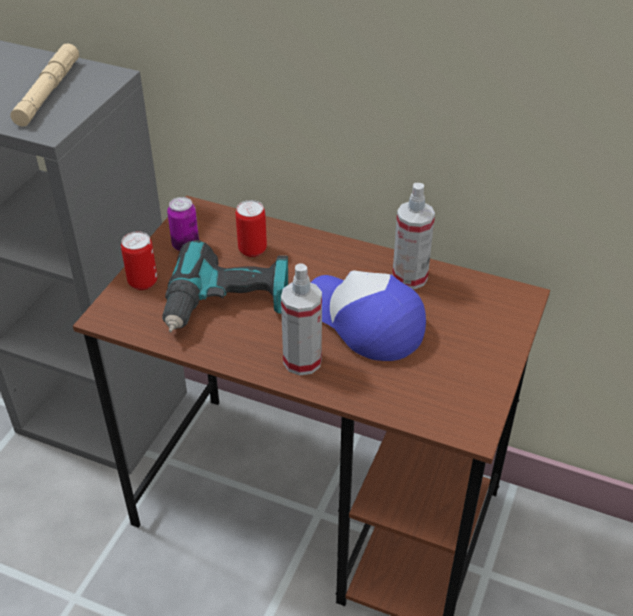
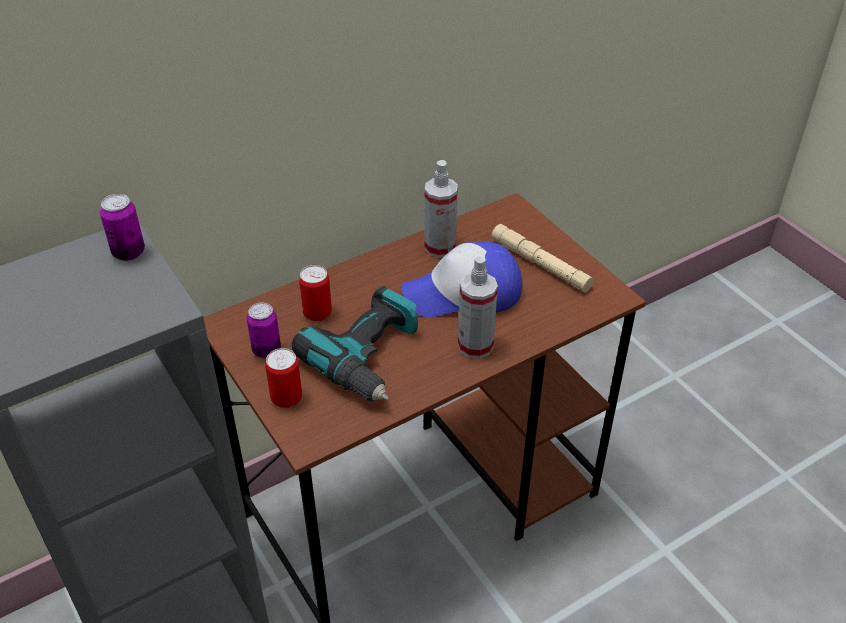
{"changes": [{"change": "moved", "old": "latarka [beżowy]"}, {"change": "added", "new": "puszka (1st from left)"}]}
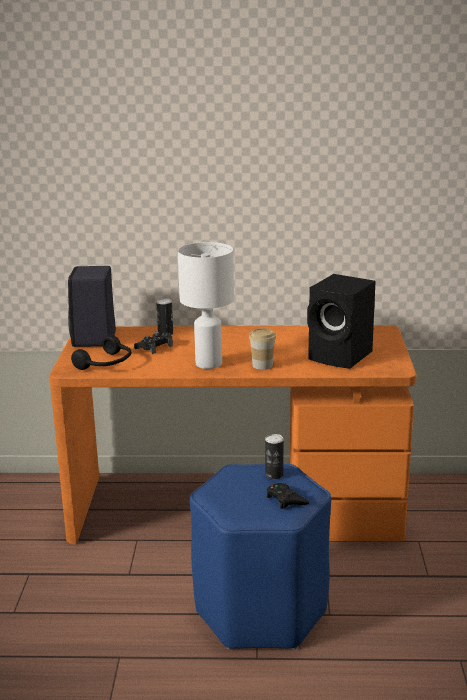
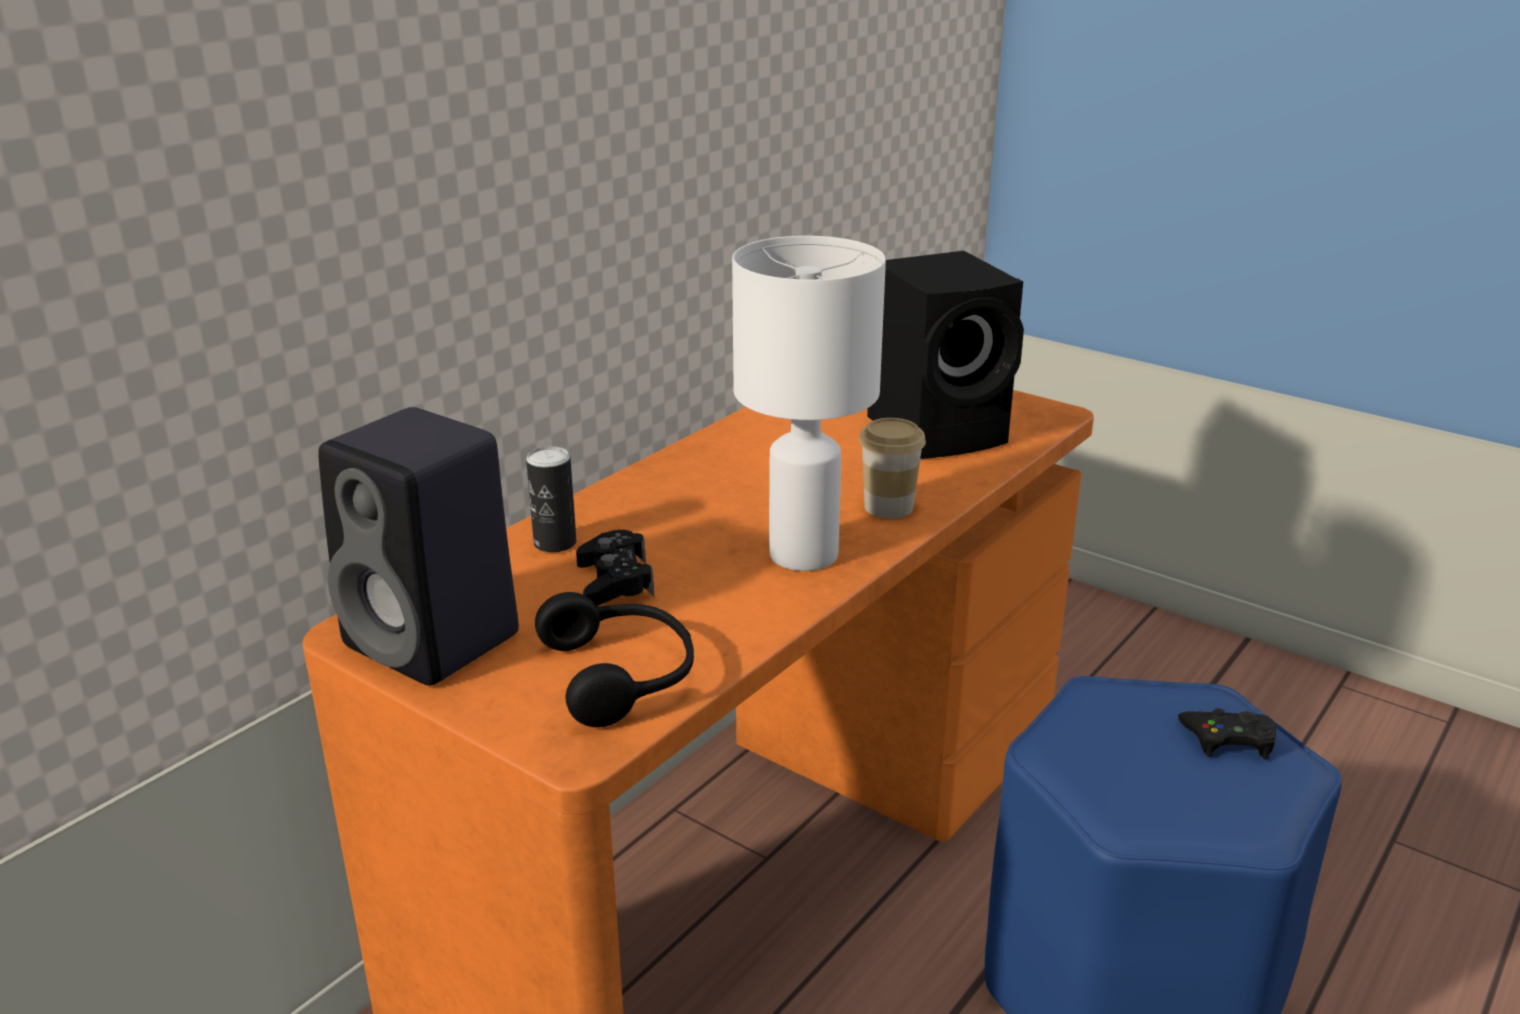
{"changes": [{"change": "removed", "old": "puszka (2nd from left)"}]}
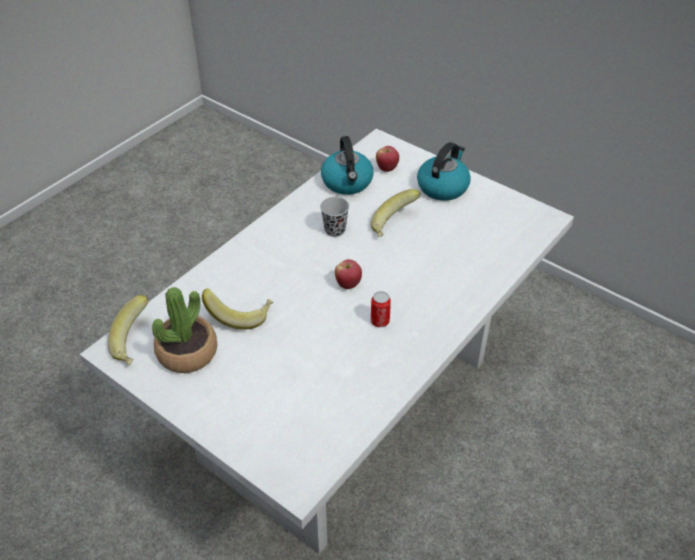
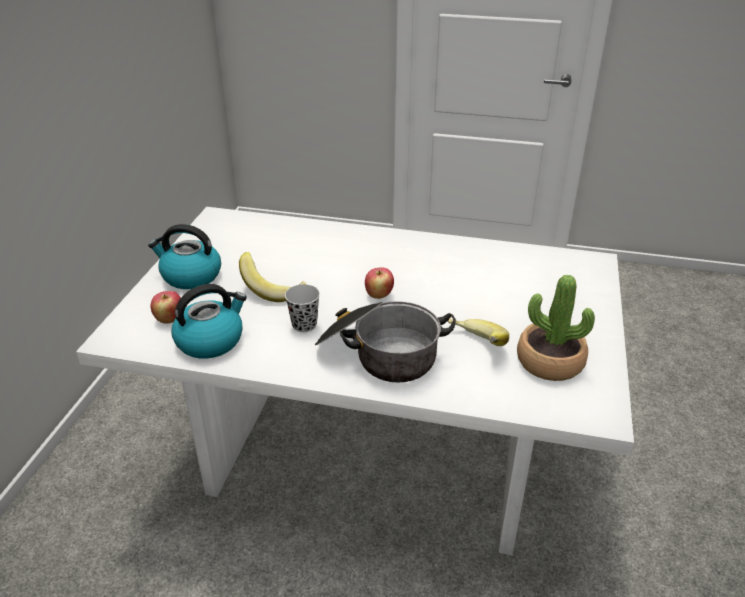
{"changes": [{"change": "removed", "old": "banan (1st from left)"}, {"change": "removed", "old": "puszka"}, {"change": "added", "new": "garnek"}]}
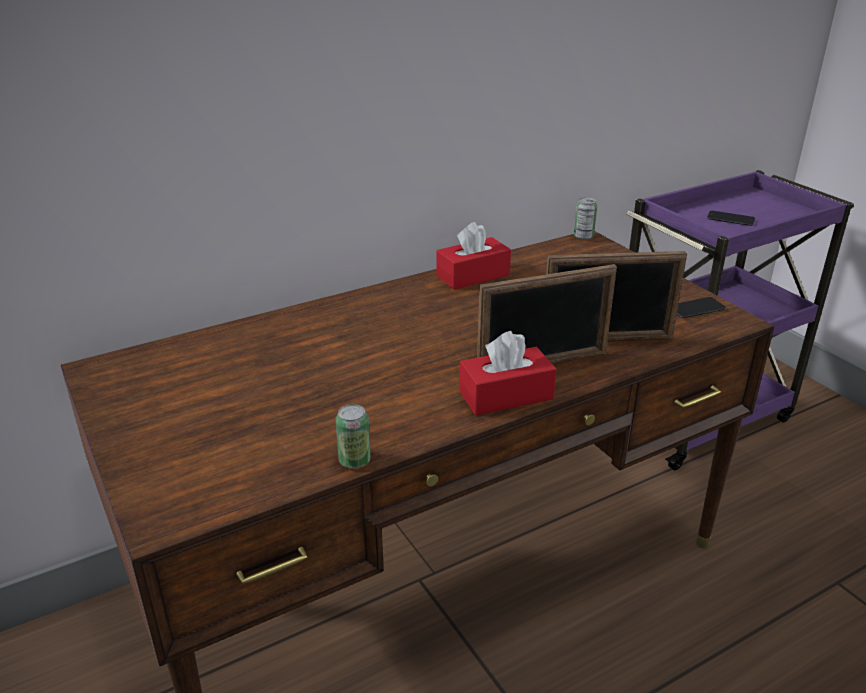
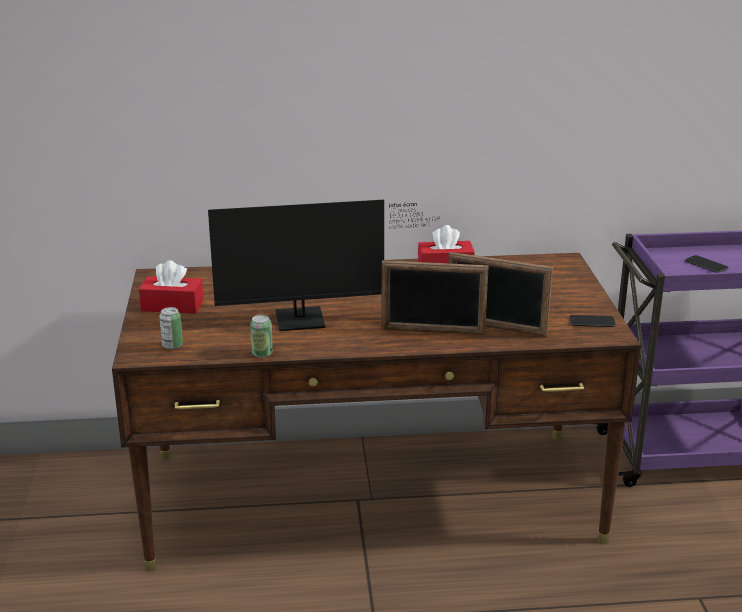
{"changes": [{"change": "moved", "old": "pudełko chusteczek [czerwony] (2nd from left in the first image)", "new": "pudełko chusteczek [czerwony] (1st from left)"}, {"change": "moved", "old": "puszka (2nd from left in the first image)", "new": "puszka (1st from left)"}, {"change": "added", "new": "monitor"}]}
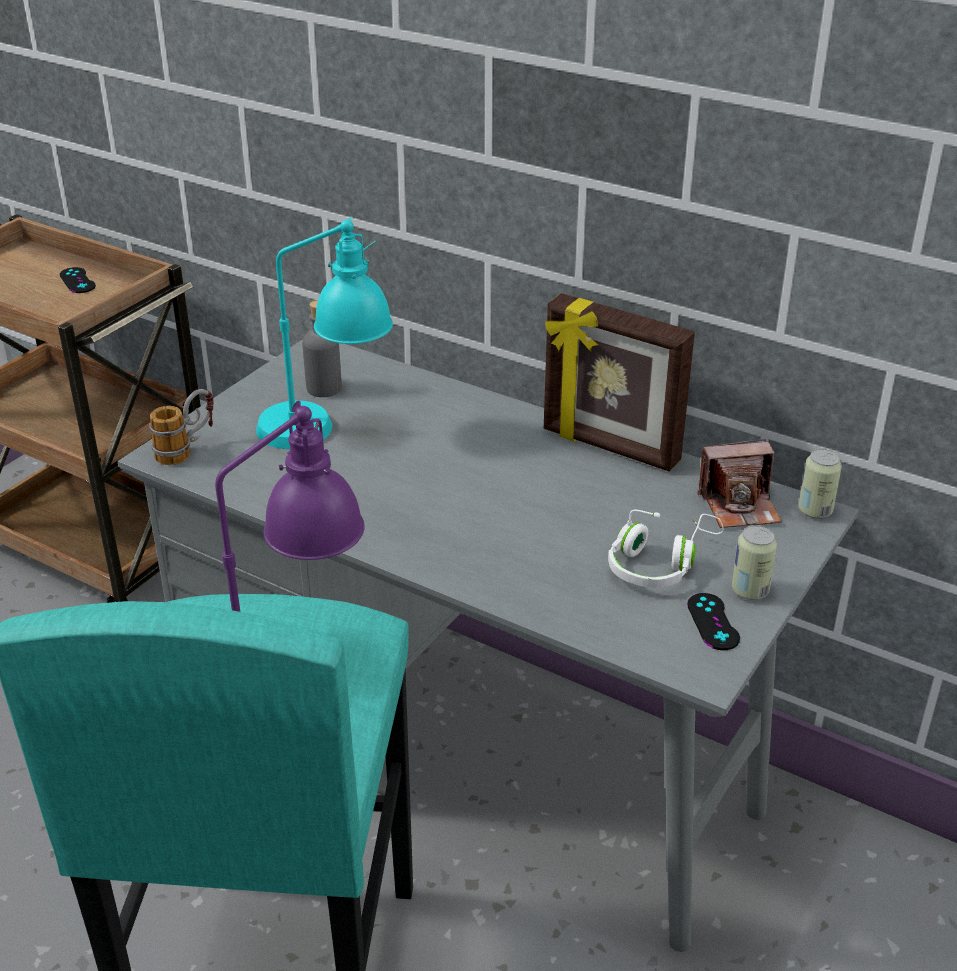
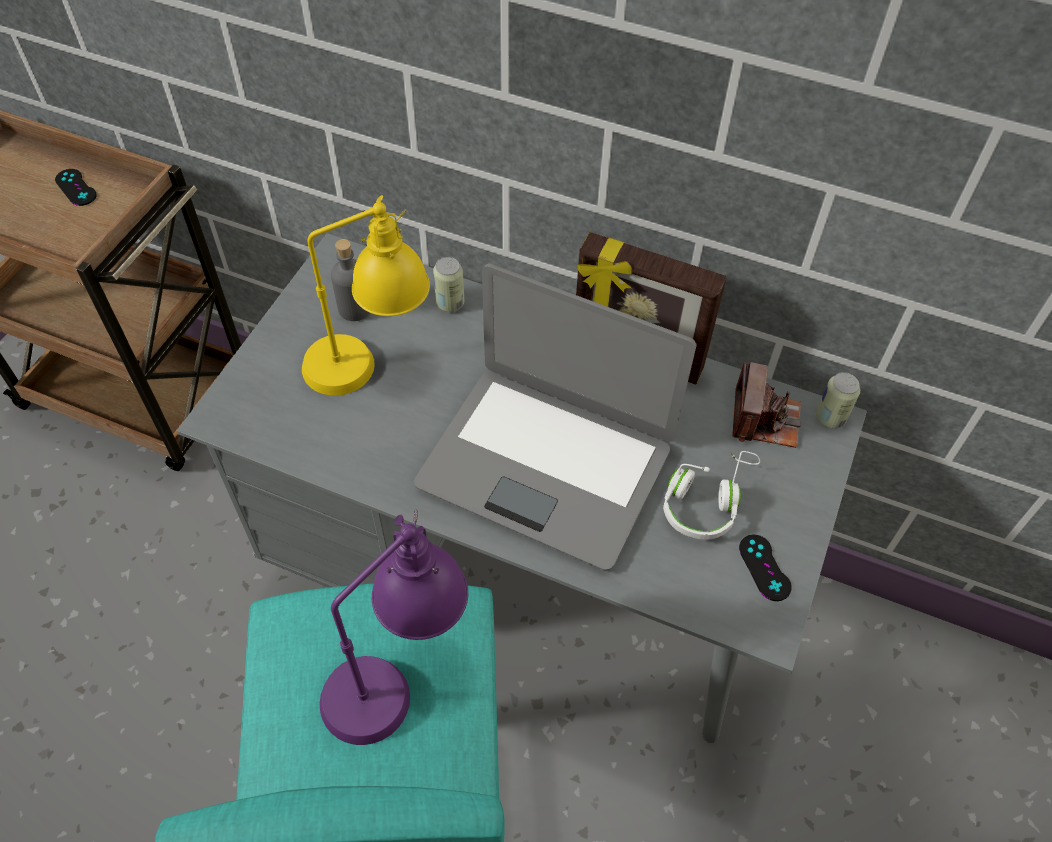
{"changes": [{"change": "removed", "old": "kubek"}, {"change": "recoloured", "old": "lampa stołowa [turkusowy]", "new": "lampa stołowa [żółty]"}, {"change": "turned", "old": "aparat fotograficzny", "degrees": -60}, {"change": "moved", "old": "puszka (1st from left)"}, {"change": "added", "new": "laptop"}]}
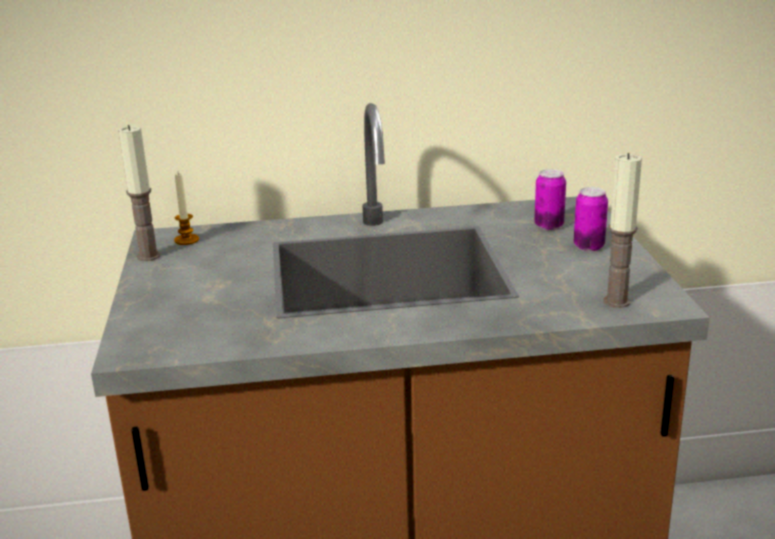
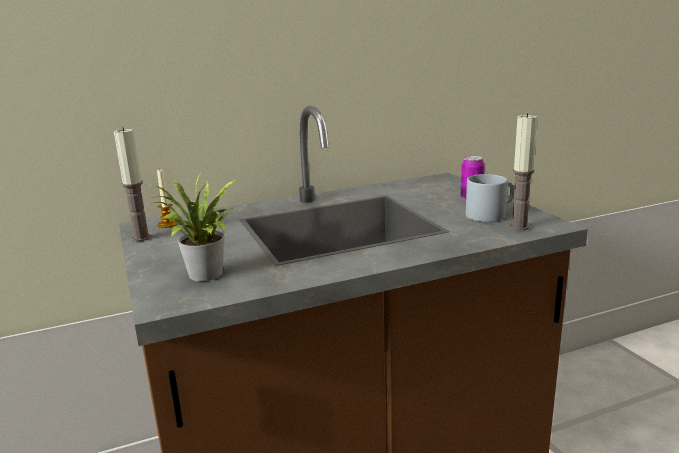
{"changes": [{"change": "removed", "old": "puszka (1st from left)"}, {"change": "added", "new": "roślina doniczkowa"}, {"change": "added", "new": "kubek [szary]"}]}
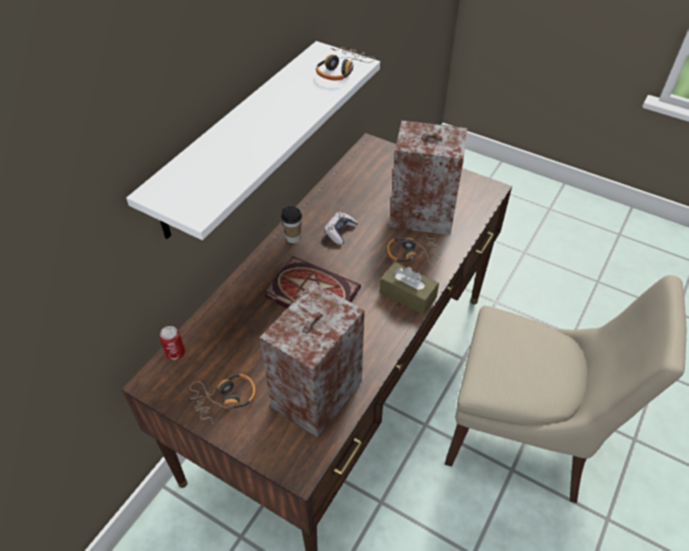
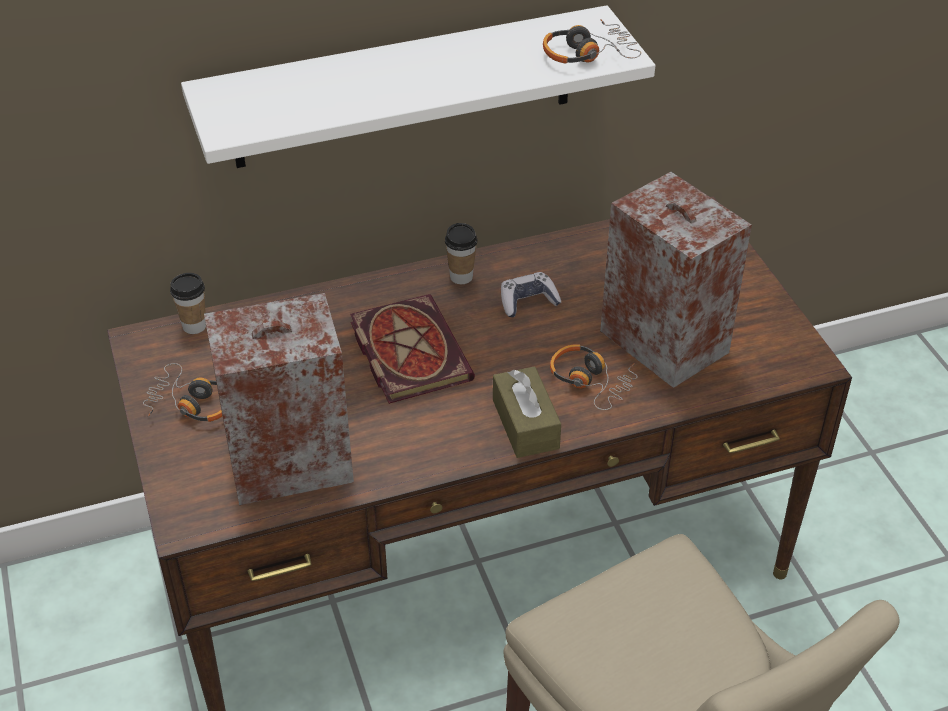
{"changes": [{"change": "replaced", "old": "puszka", "new": "filiżanka (1st from left)"}]}
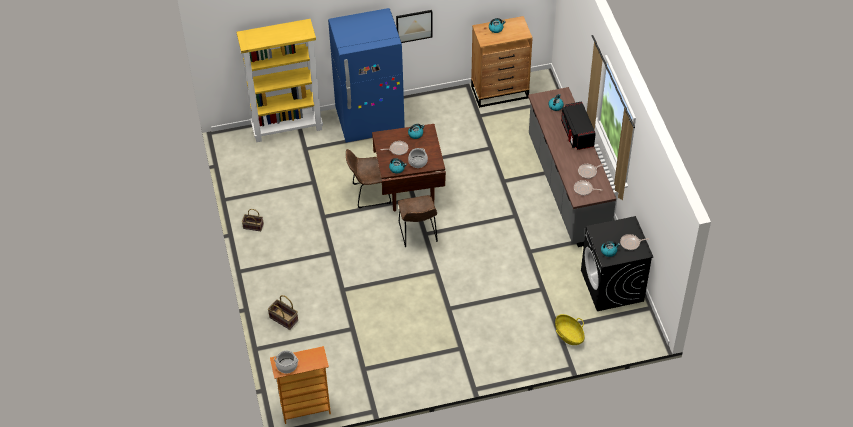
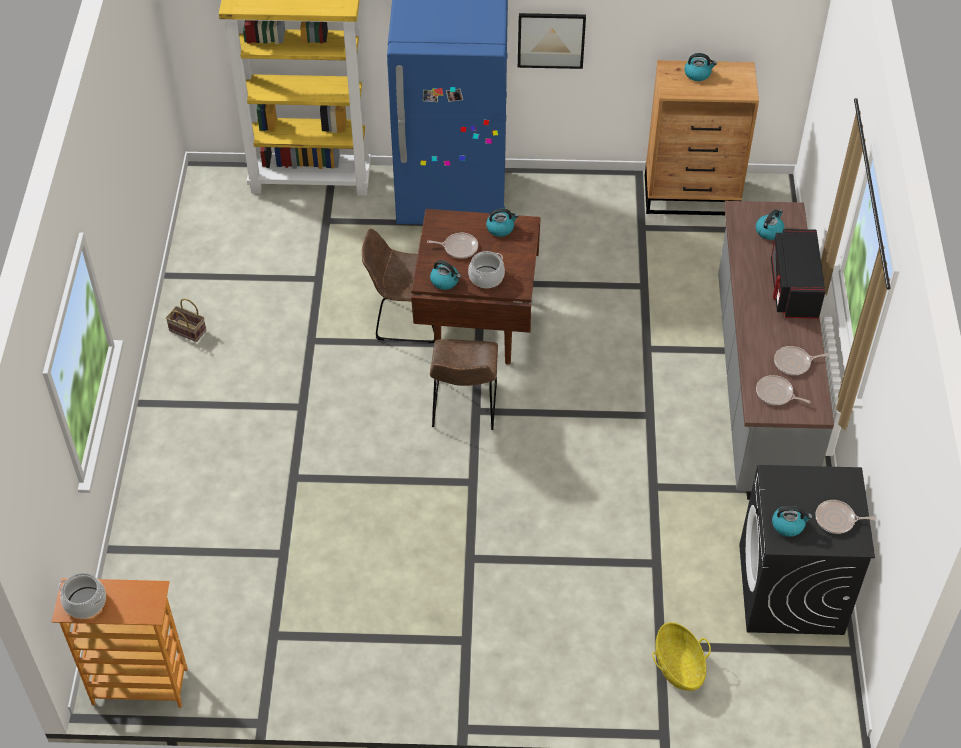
{"changes": [{"change": "removed", "old": "koszyk (2nd from left)"}]}
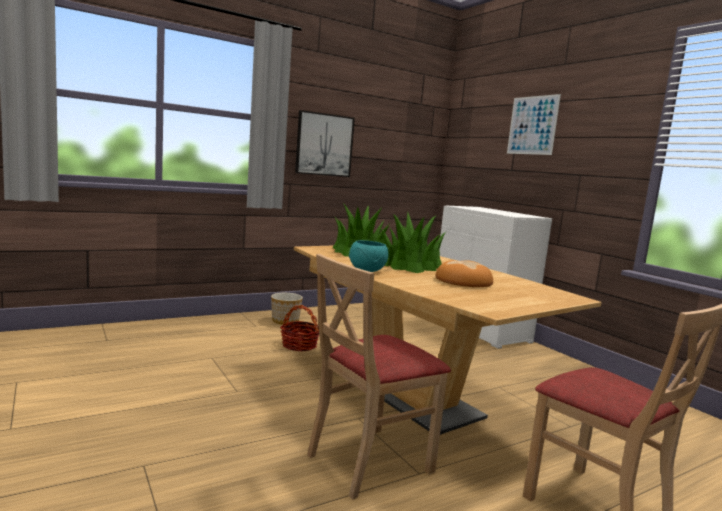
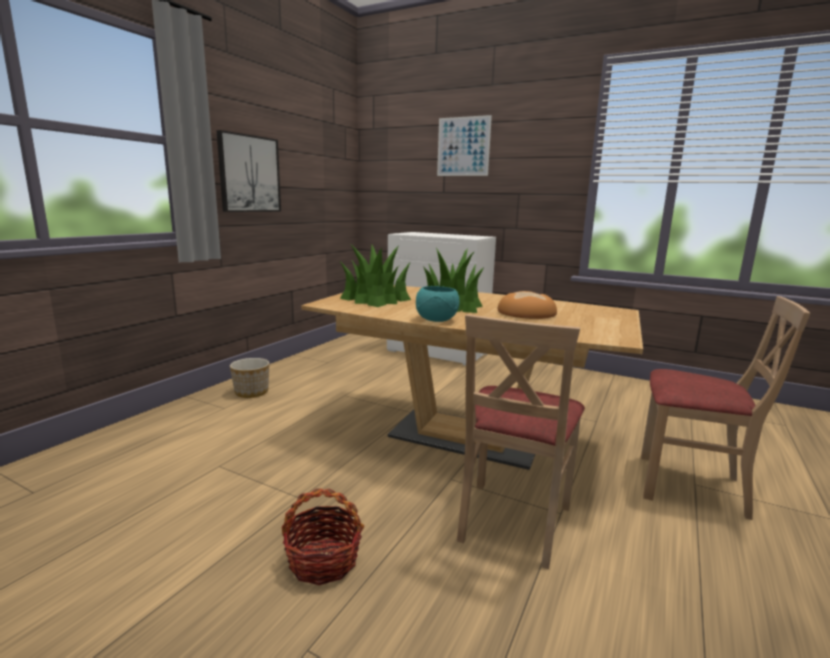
{"changes": [{"change": "moved", "old": "koszyk"}]}
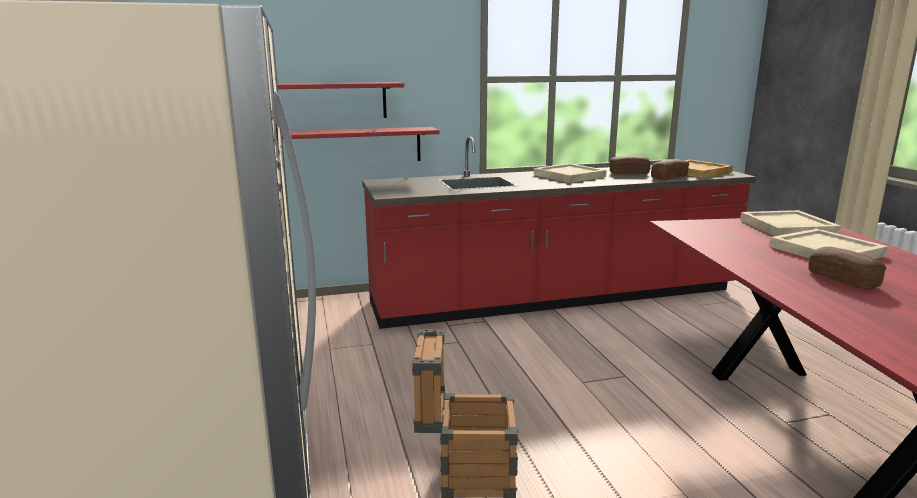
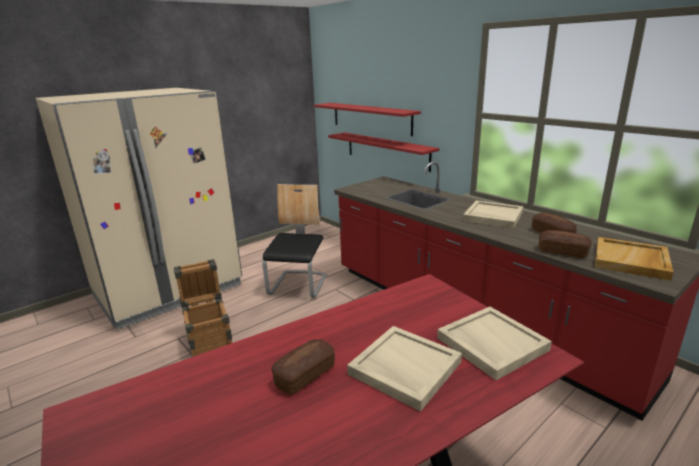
{"changes": [{"change": "added", "new": "krzesło"}]}
